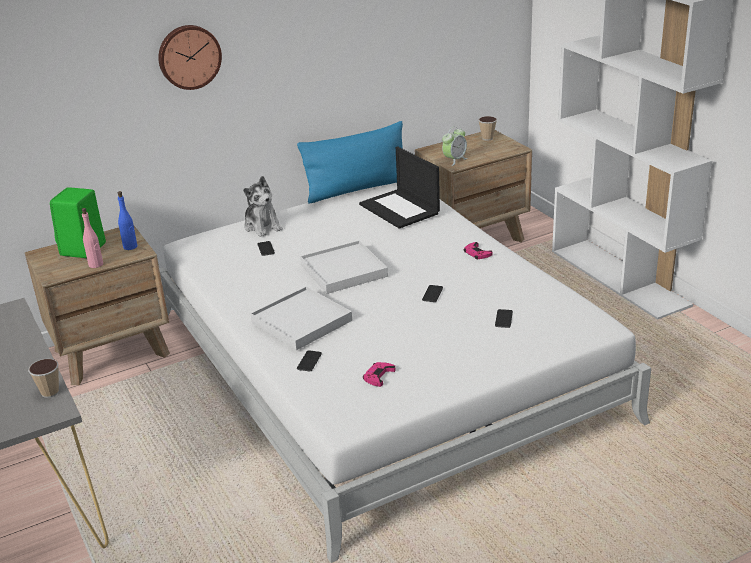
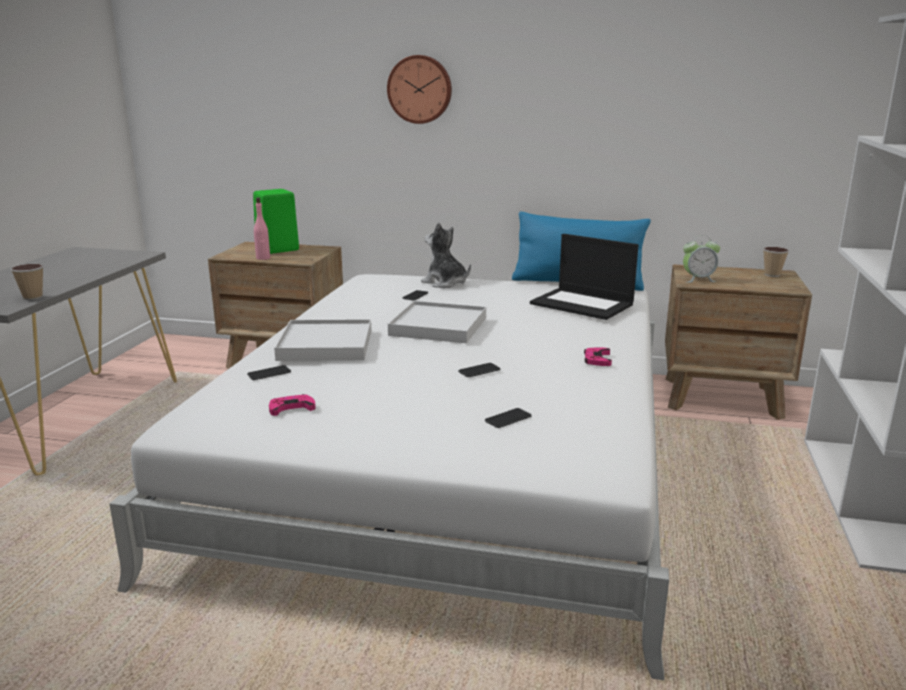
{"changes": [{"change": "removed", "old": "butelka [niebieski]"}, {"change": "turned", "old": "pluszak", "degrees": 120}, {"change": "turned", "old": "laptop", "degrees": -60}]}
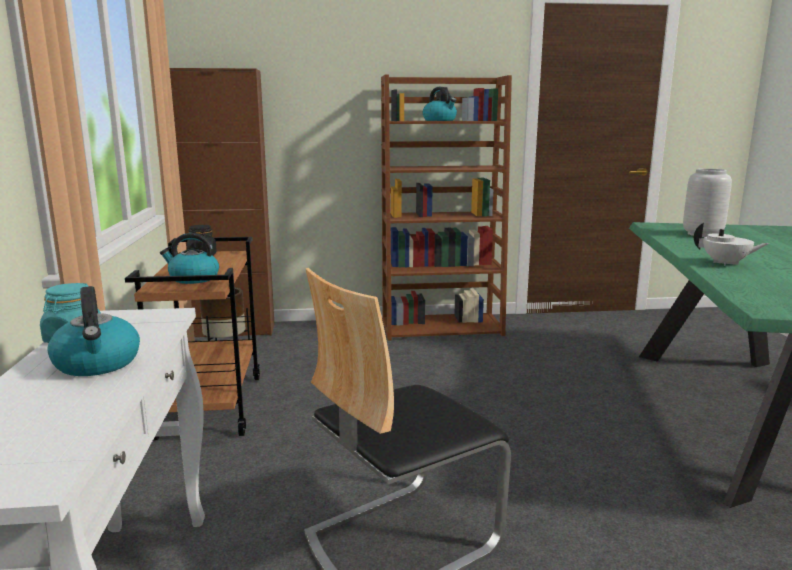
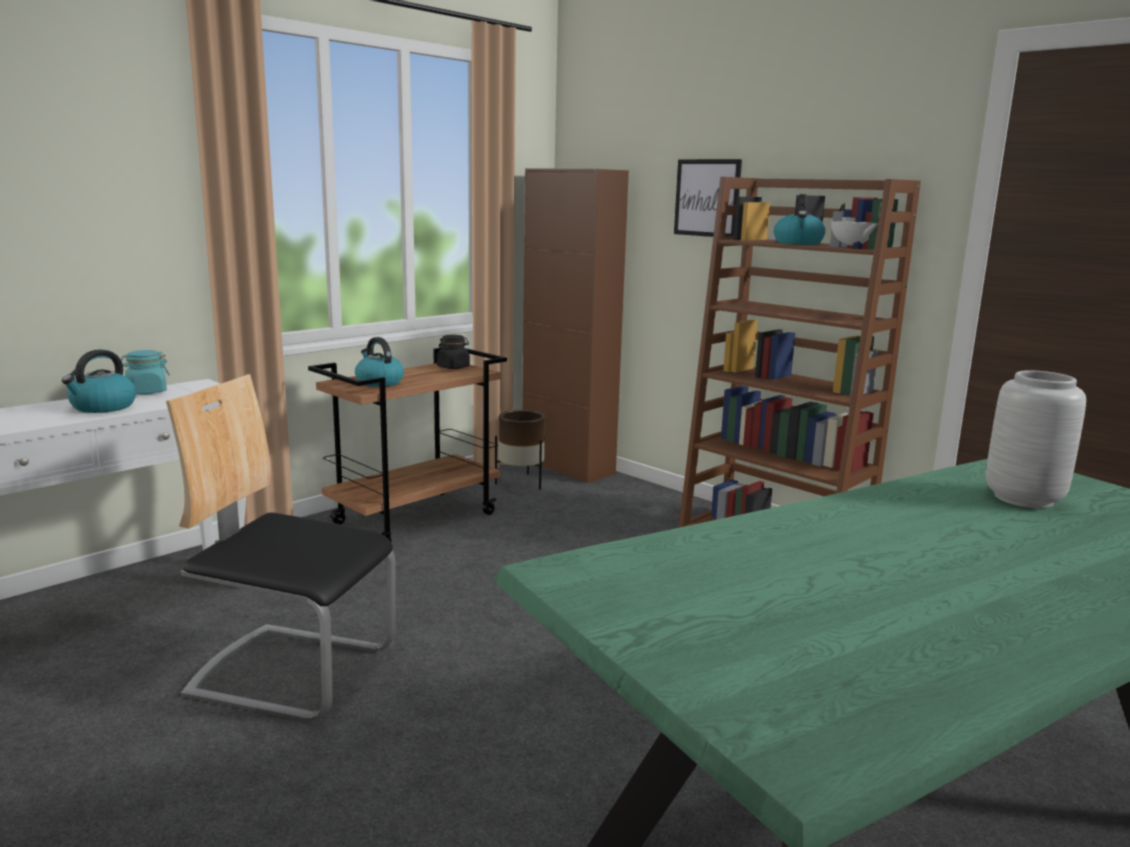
{"changes": [{"change": "moved", "old": "imbryk [biały]"}, {"change": "added", "new": "obraz"}]}
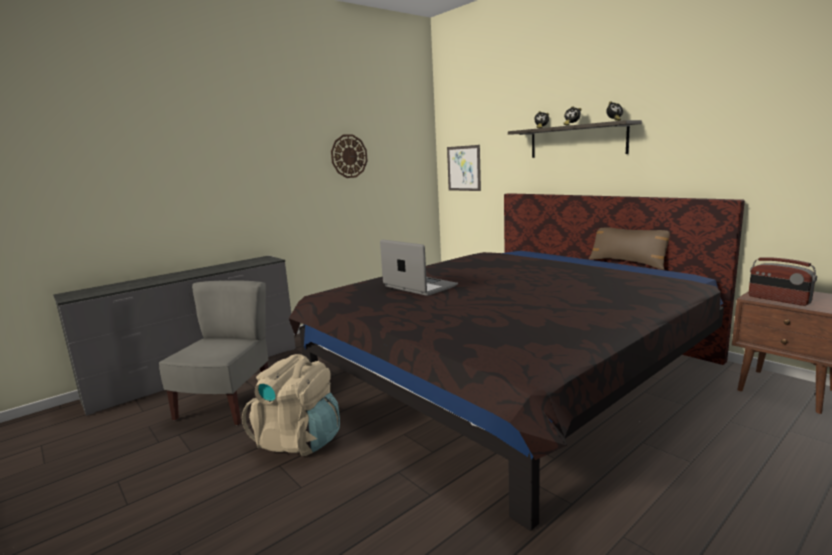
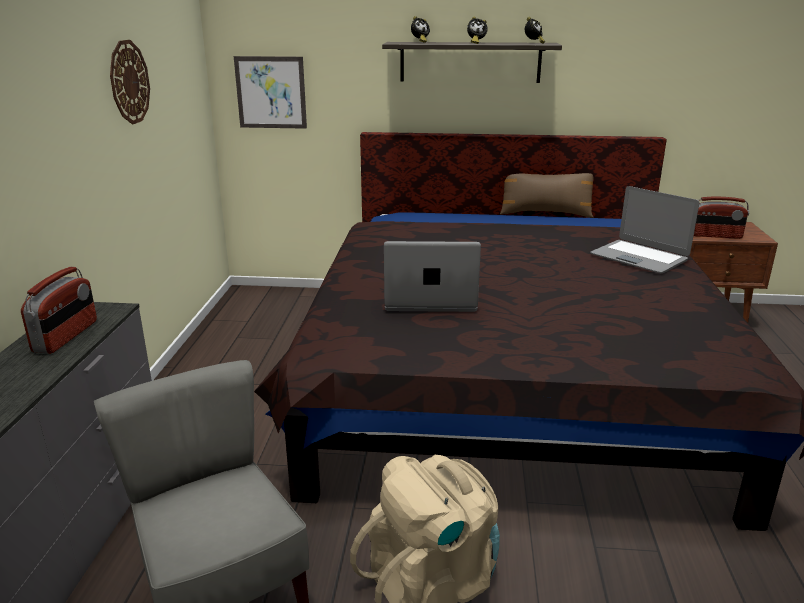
{"changes": [{"change": "added", "new": "radio (1st from left)"}, {"change": "added", "new": "laptop (2nd from left)"}]}
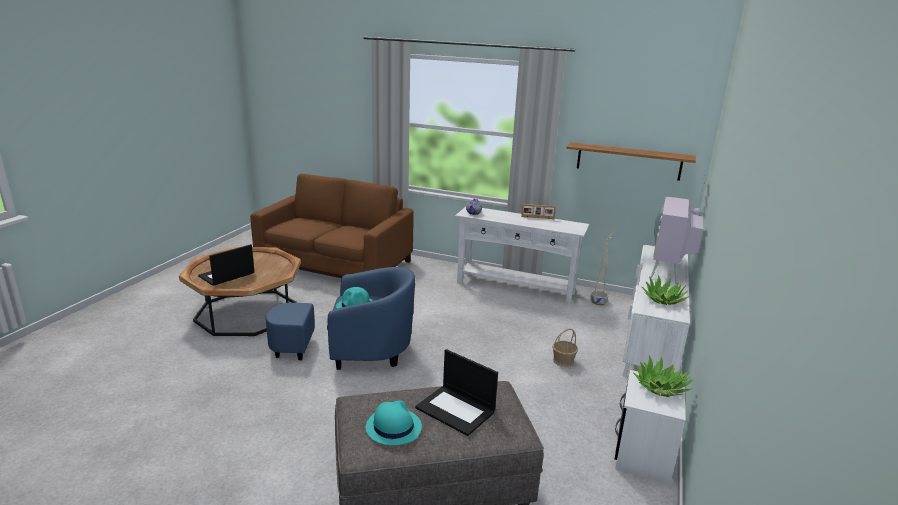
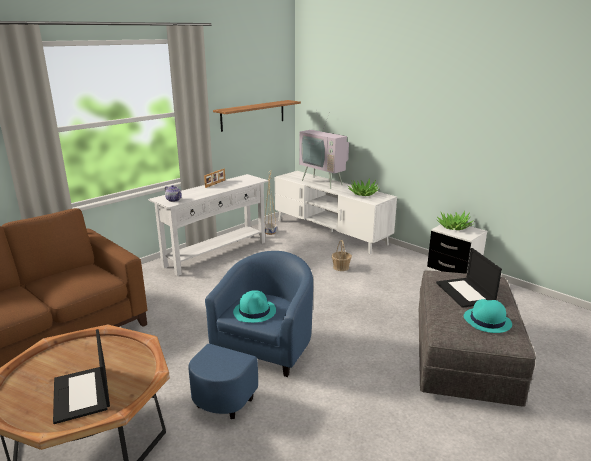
{"changes": [{"change": "turned", "old": "laptop (2nd from left)", "degrees": 105}]}
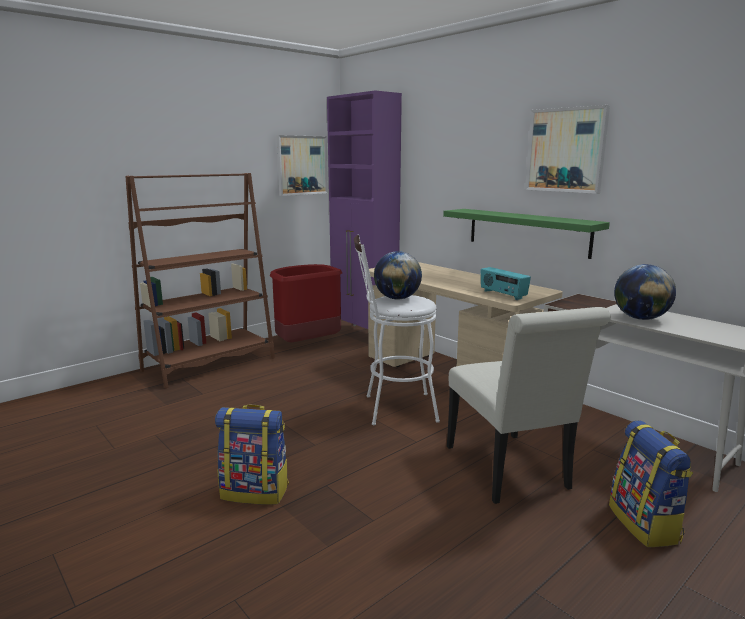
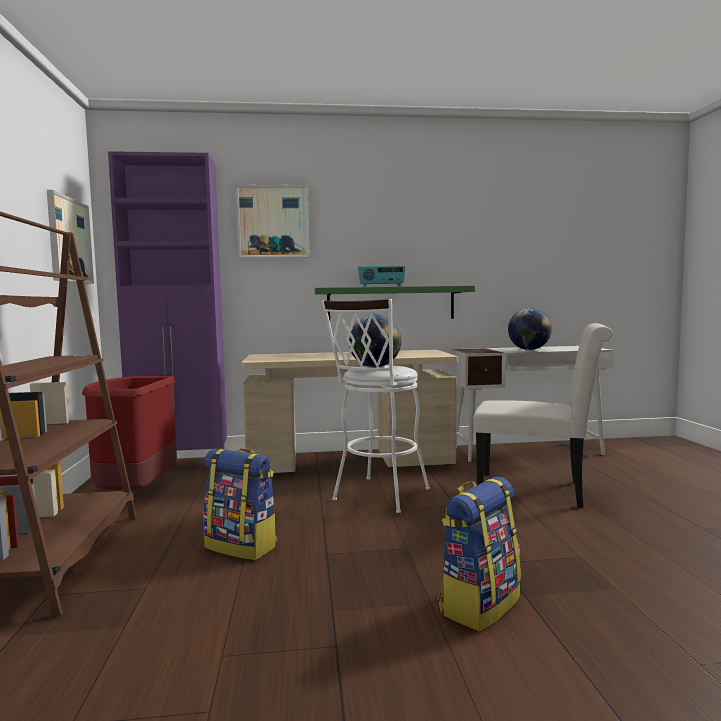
{"changes": [{"change": "moved", "old": "radio"}, {"change": "moved", "old": "obraz (2nd from left)"}, {"change": "moved", "old": "plecak (2nd from left in the first image)", "new": "plecak (1st from left)"}]}
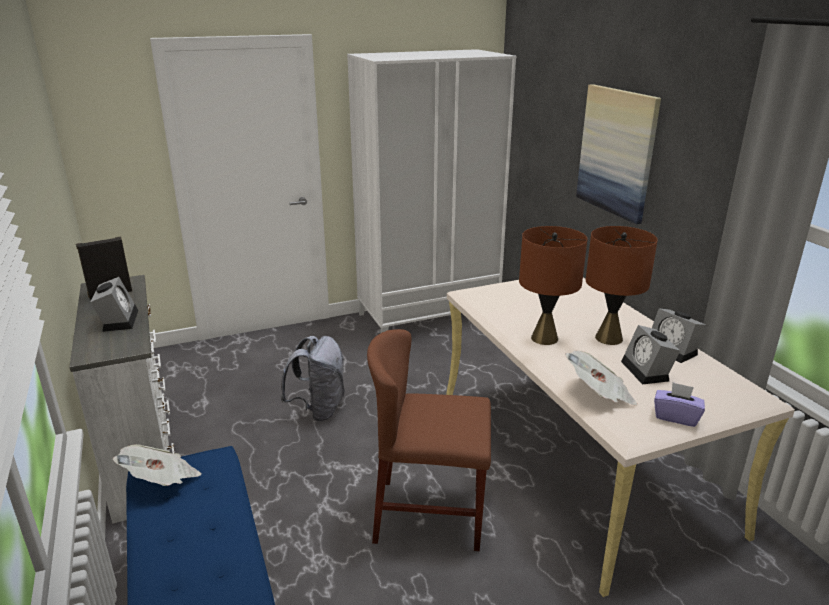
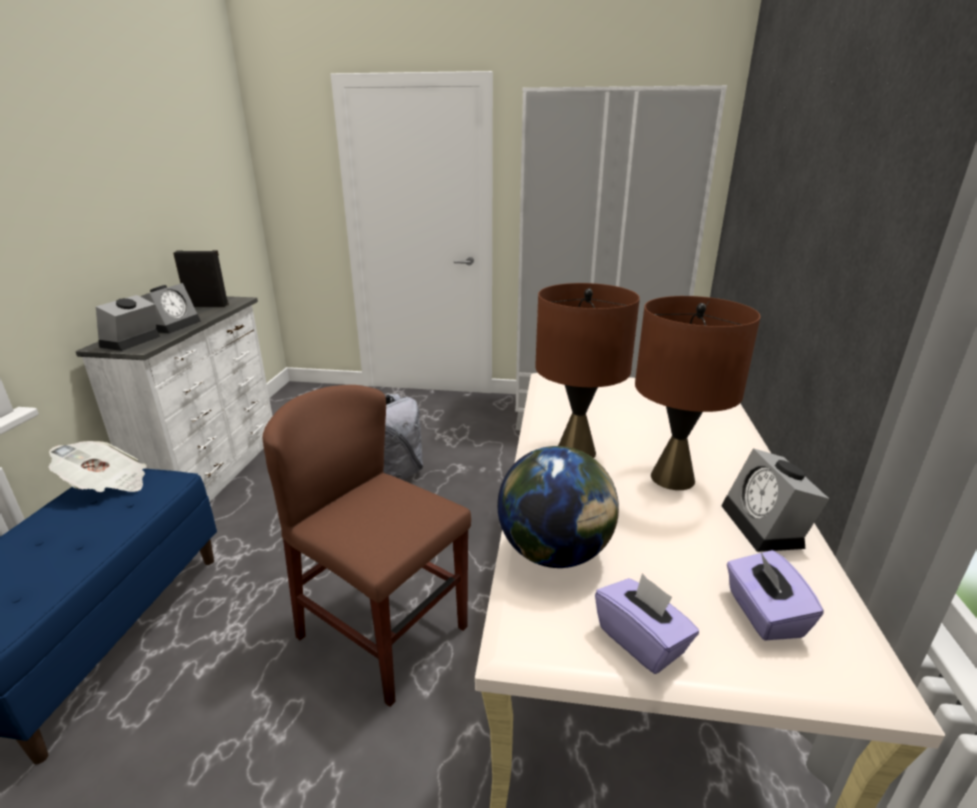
{"changes": [{"change": "replaced", "old": "gazeta (2nd from left)", "new": "globus"}, {"change": "removed", "old": "obraz"}, {"change": "moved", "old": "budzik (2nd from left in the first image)", "new": "budzik (1st from left)"}, {"change": "added", "new": "pudełko chusteczek [fioletowy] (2nd from left)"}]}
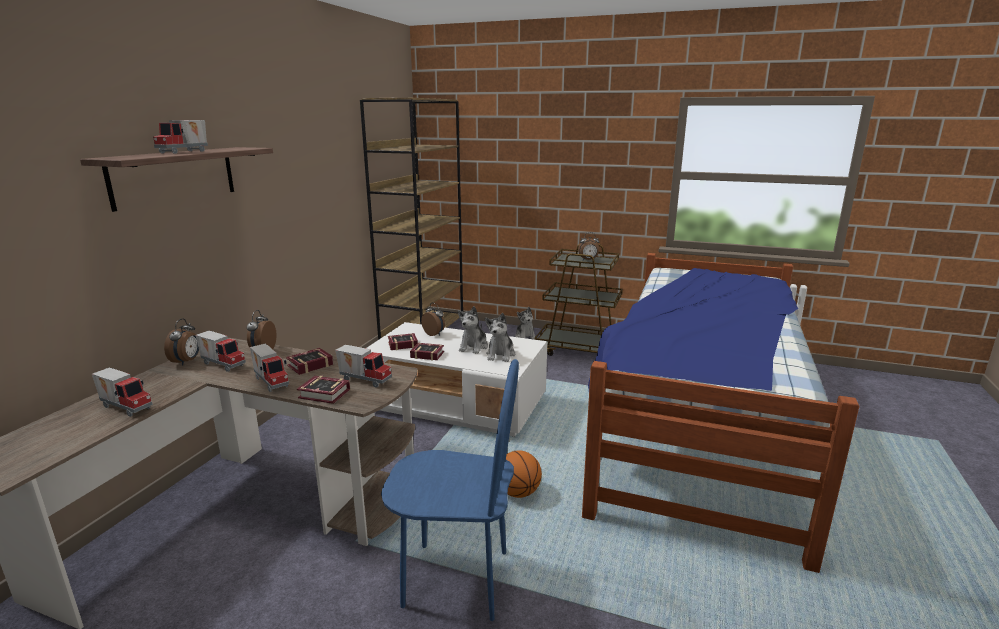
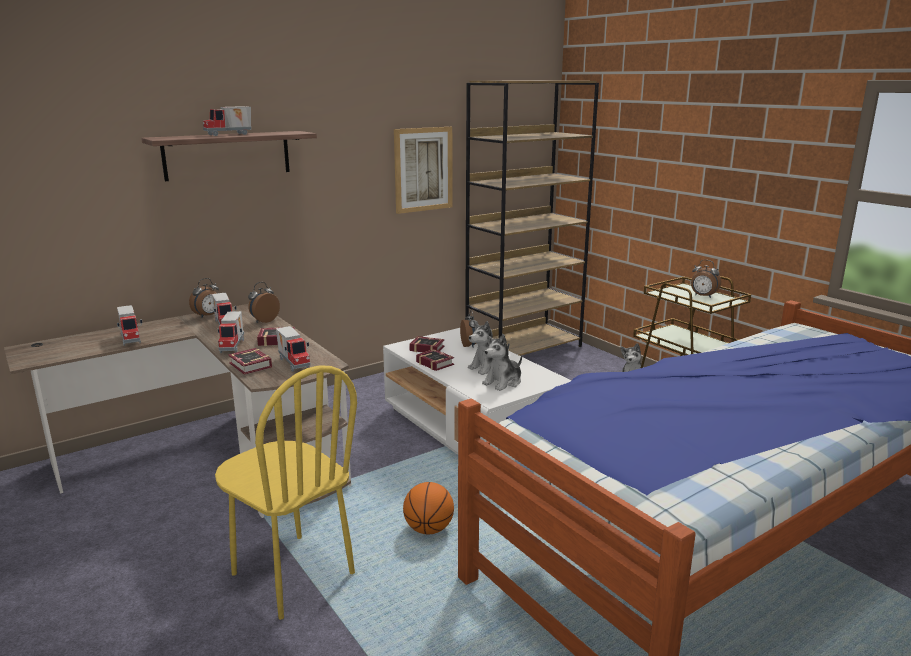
{"changes": [{"change": "recoloured", "old": "krzesło [niebieski]", "new": "krzesło [żółty]"}, {"change": "added", "new": "obraz"}]}
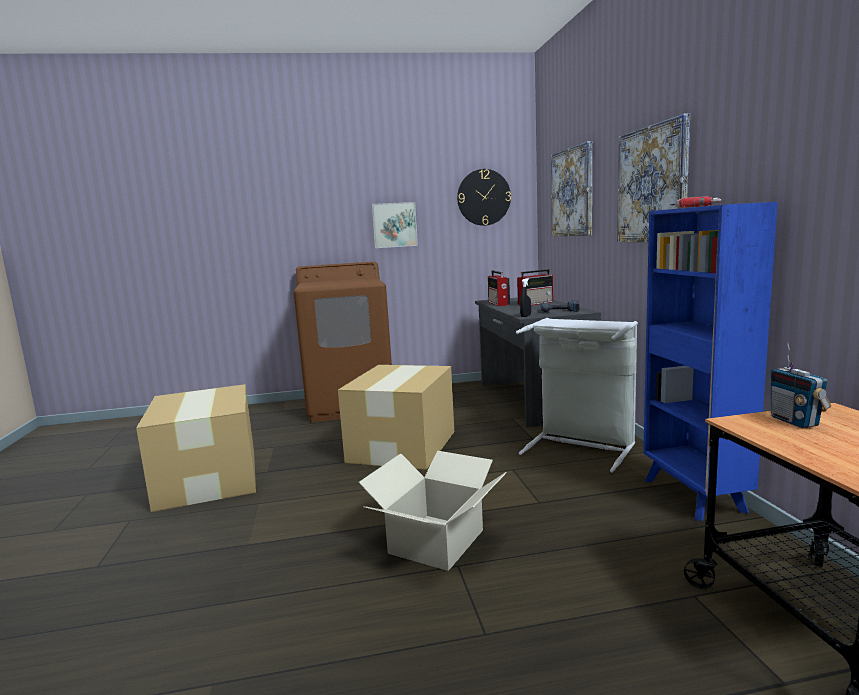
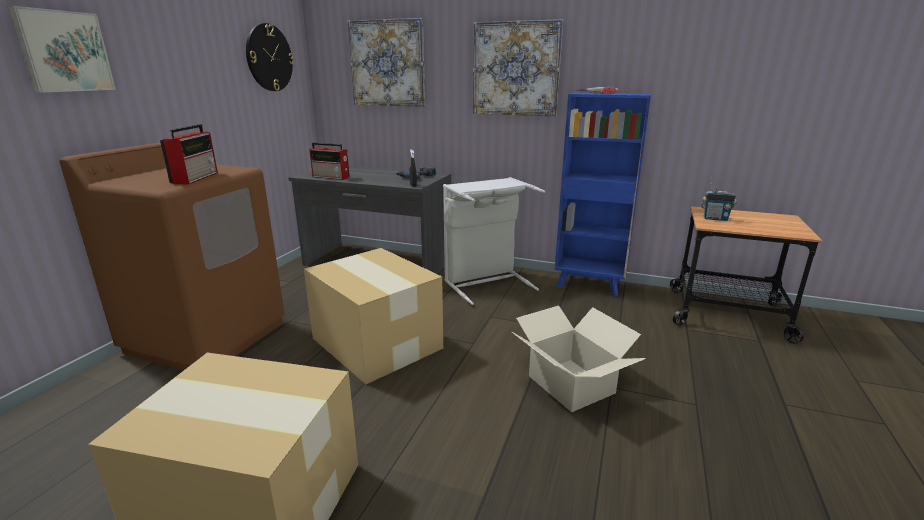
{"changes": [{"change": "moved", "old": "obraz (1st from left)"}, {"change": "moved", "old": "radio (2nd from left in the first image)", "new": "radio (1st from left)"}]}
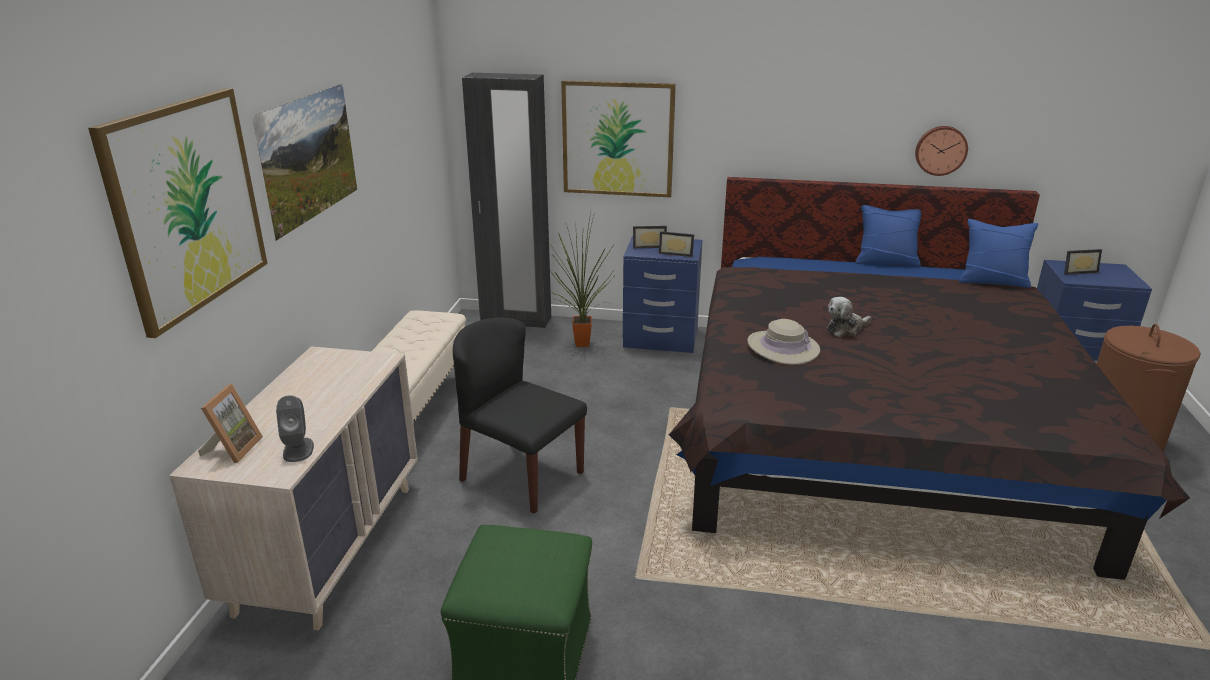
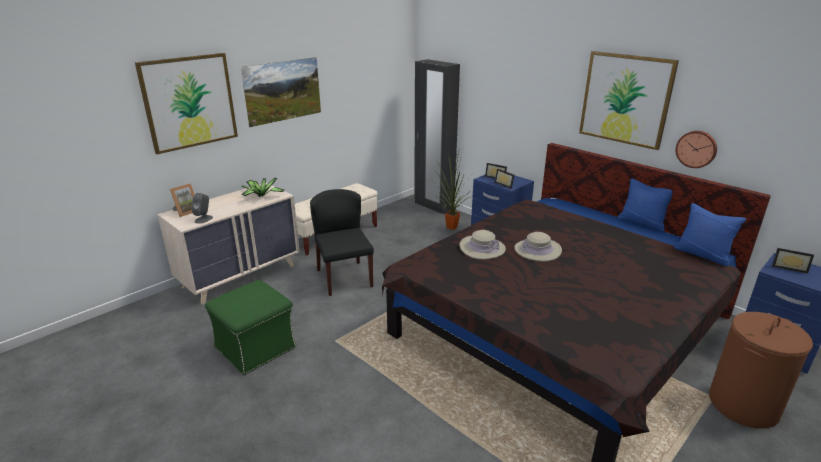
{"changes": [{"change": "moved", "old": "obraz (3rd from left)"}, {"change": "replaced", "old": "pluszak", "new": "kapelusz [beżowy] (2nd from left)"}, {"change": "added", "new": "roślina doniczkowa (1st from left)"}]}
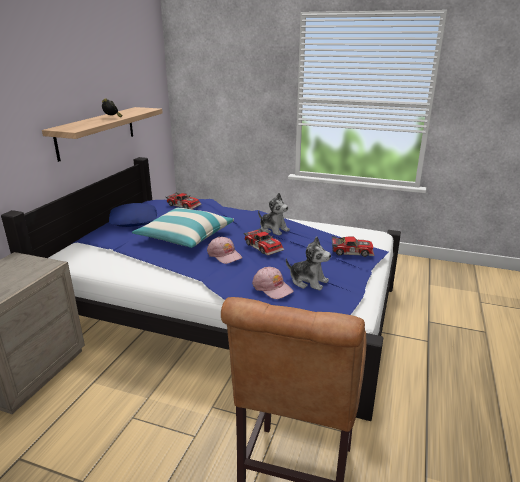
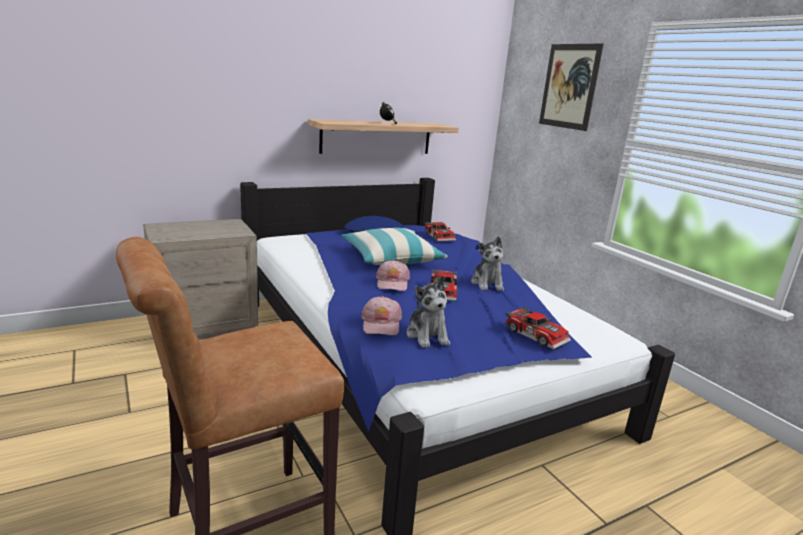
{"changes": [{"change": "added", "new": "obraz"}]}
